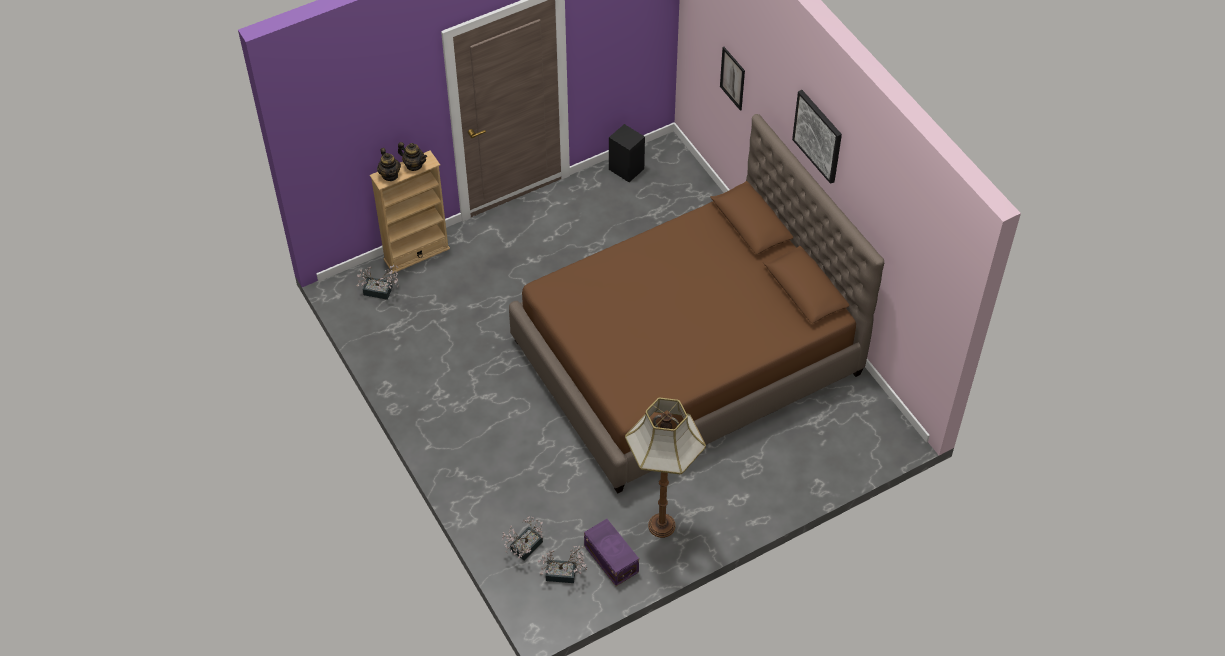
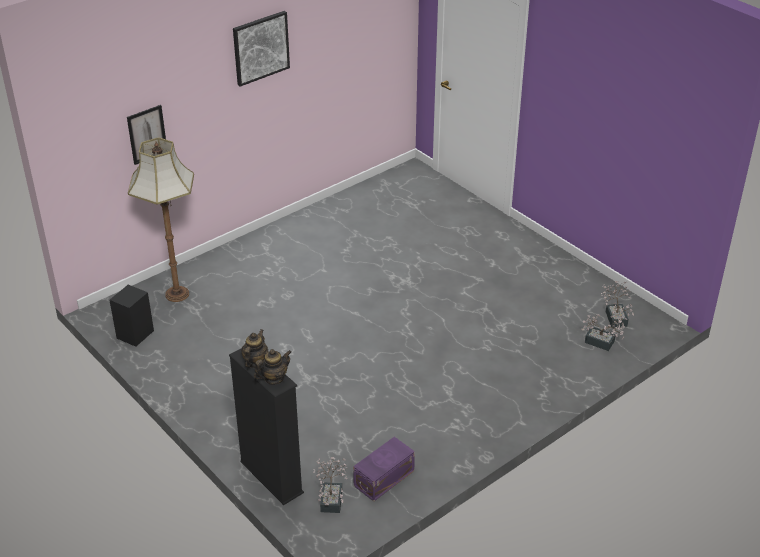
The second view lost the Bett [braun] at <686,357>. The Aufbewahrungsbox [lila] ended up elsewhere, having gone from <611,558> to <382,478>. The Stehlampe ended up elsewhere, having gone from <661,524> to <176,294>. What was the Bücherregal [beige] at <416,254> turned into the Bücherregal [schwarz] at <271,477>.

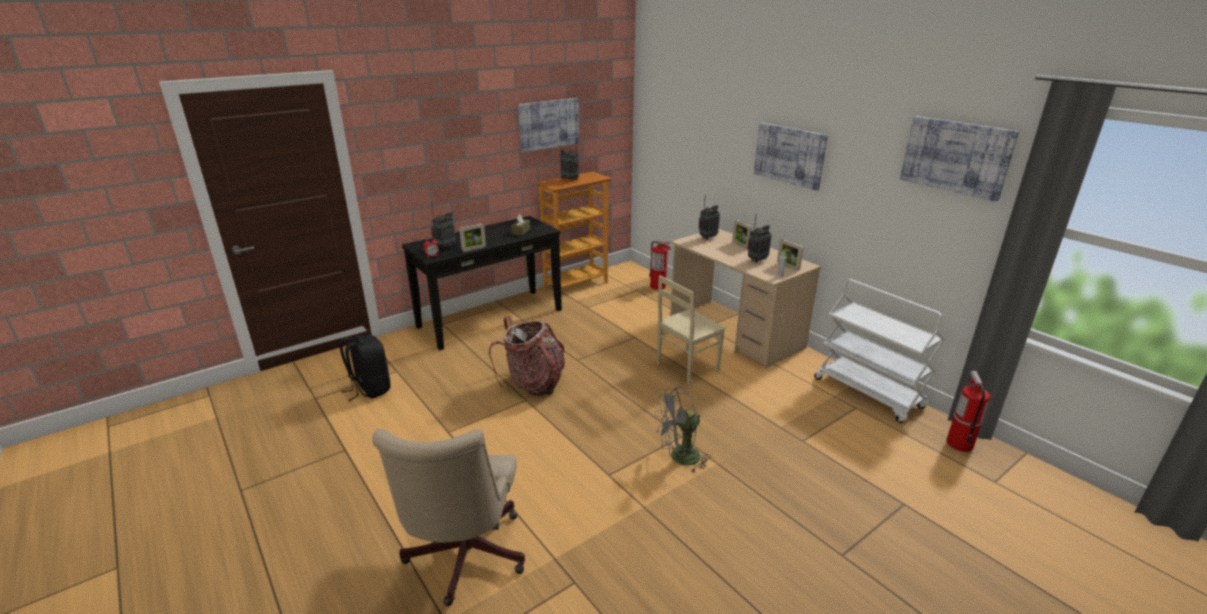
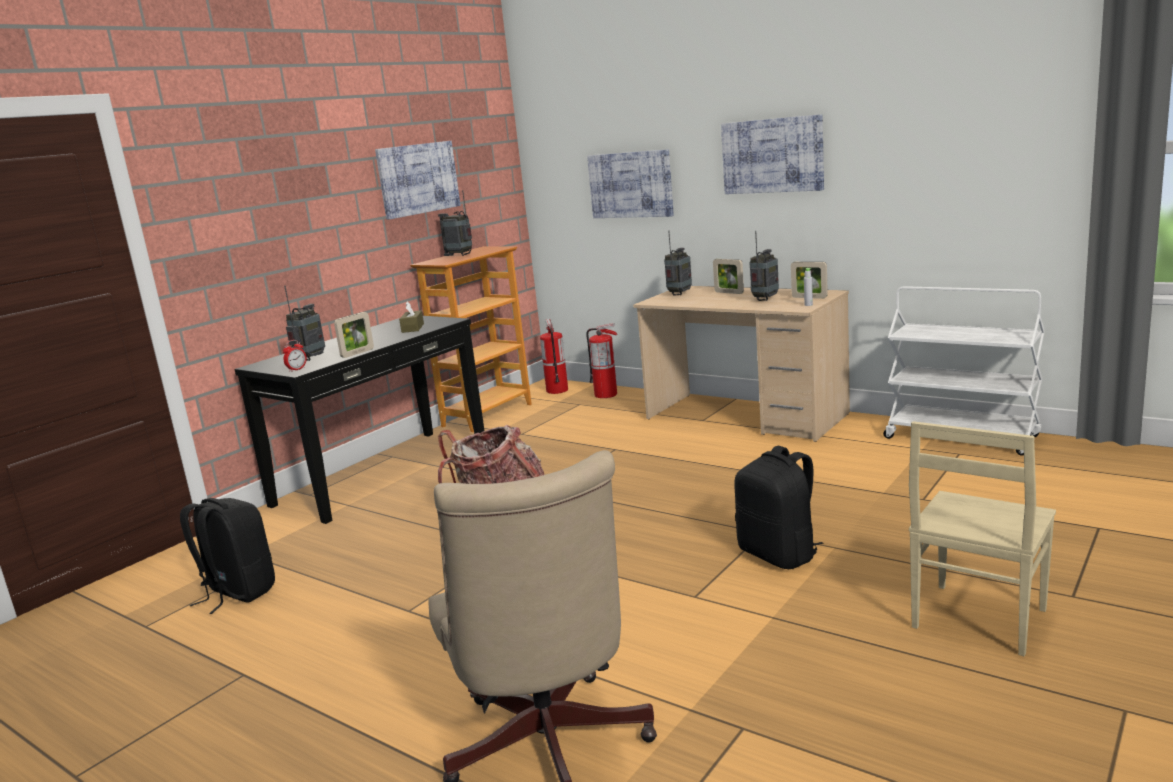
The Stuhl [beige] ended up elsewhere, having gone from <686,367> to <976,619>. The Bild ended up elsewhere, having gone from <956,156> to <630,184>. The Feuerlöscher ended up elsewhere, having gone from <959,444> to <557,390>. Where the Ventilator [grau] stood at <679,458>, the Rucksack [schwarz] came to stand at <779,555>.

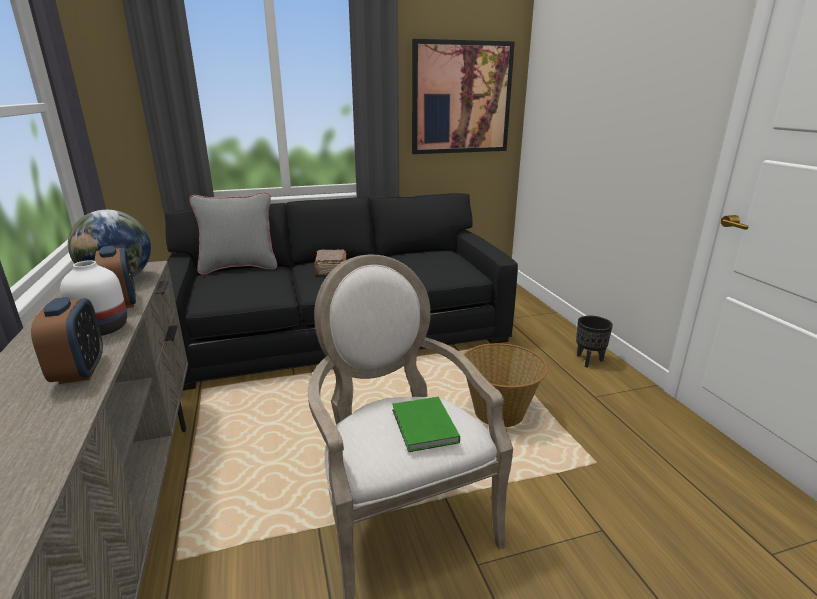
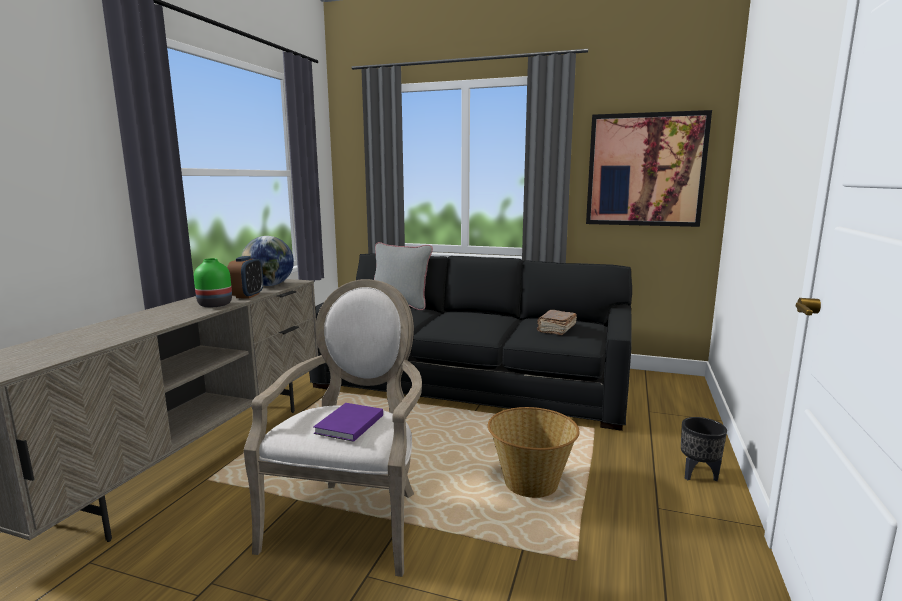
The second view lost the Wecker at <80,371>. The Buch [braun] ended up elsewhere, having gone from <330,269> to <556,329>. What was the Vase [weiß] at <102,328> turned into the Vase [grün] at <216,304>. What was the Buch [grün] at <423,427> turned into the Buch [lila] at <347,425>.

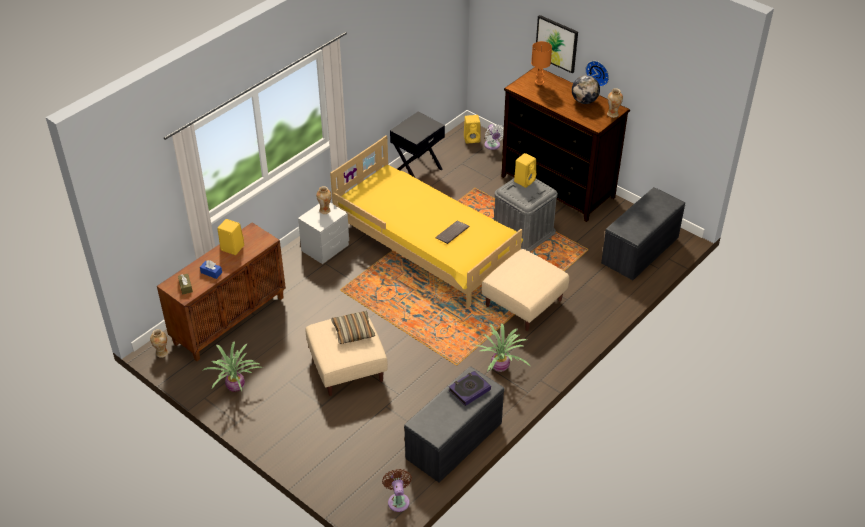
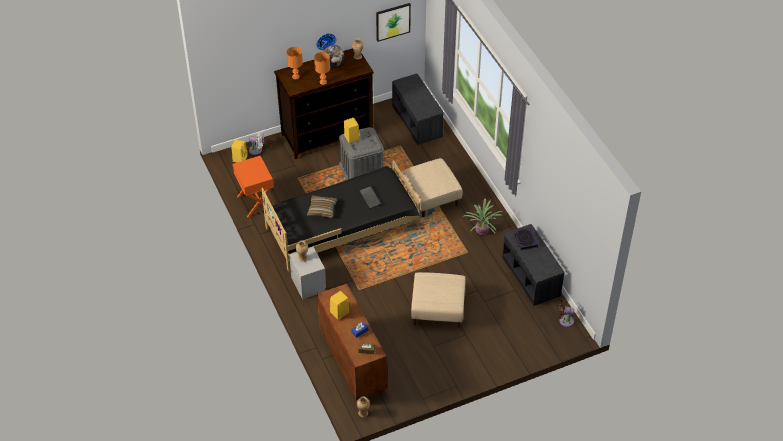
The second view lost the Topfpflanze at <236,386>. The second view gained the Tischlampe [orange] at <323,82>. The Kissen ended up elsewhere, having gone from <353,331> to <322,209>. The Bild ended up elsewhere, having gone from <557,43> to <392,21>. What was the Bett [gelb] at <426,245> turned into the Bett [schwarz] at <342,226>. What was the Nachttisch [schwarz] at <417,170> turned into the Nachttisch [orange] at <255,202>.

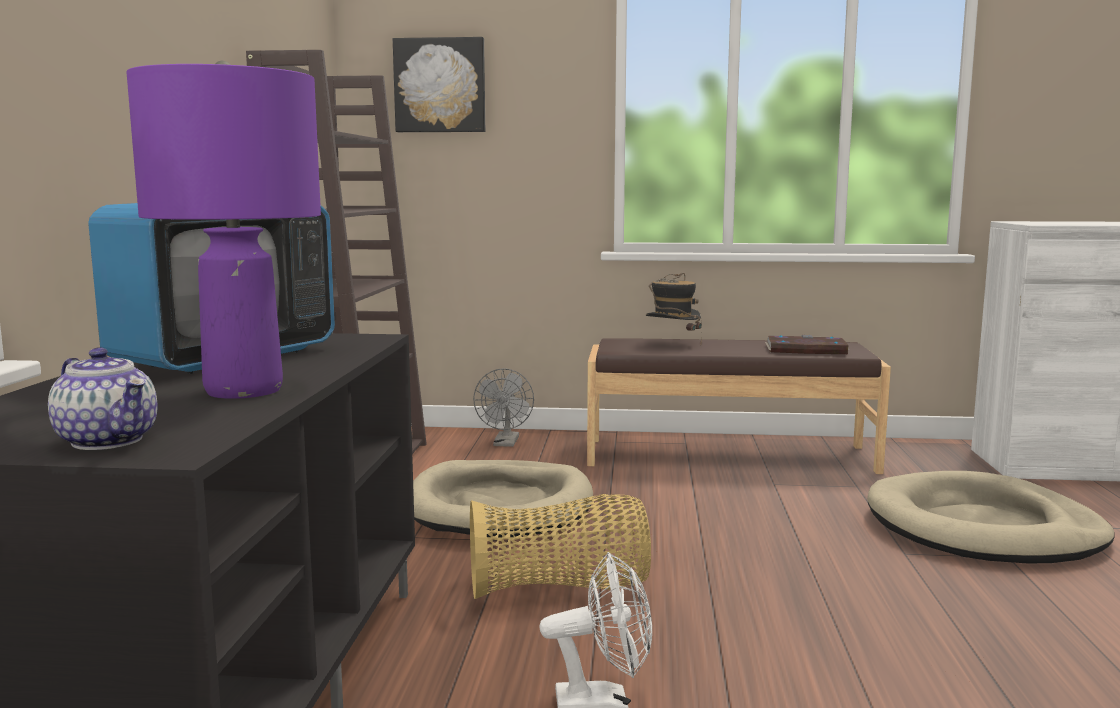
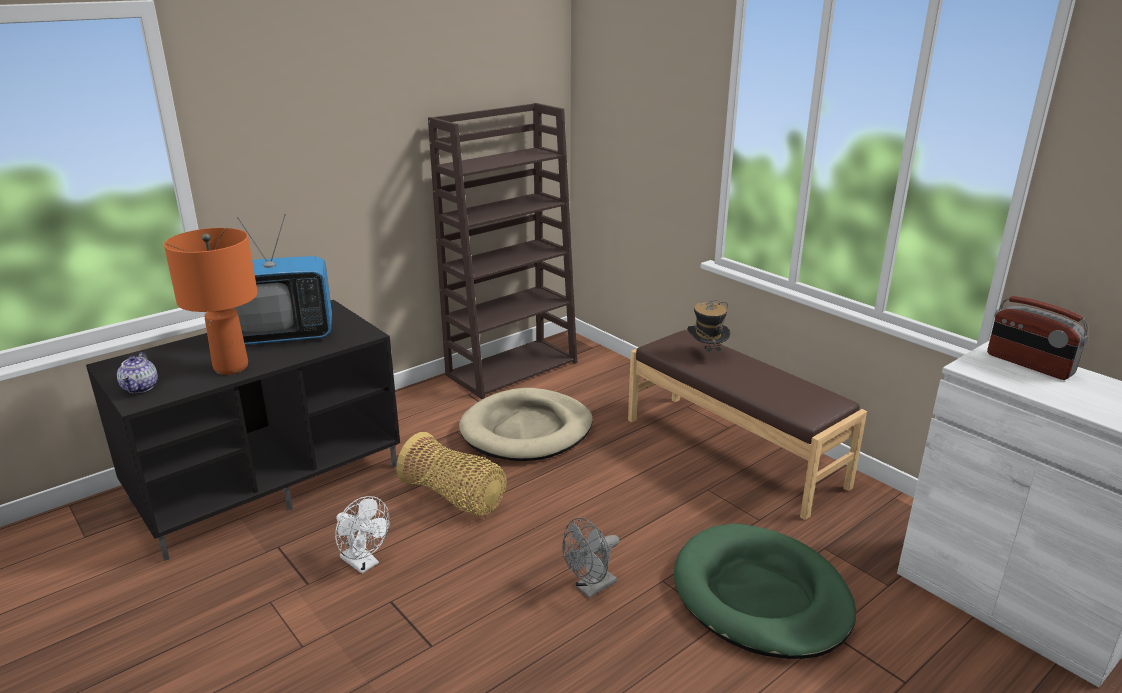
The second view lost the Bild at <440,86>. The second view lost the Buch at <805,350>. The second view gained the Radio at <1029,365>. The Ventilator [grau] ended up elsewhere, having gone from <506,443> to <591,588>. What was the Tischlampe [lila] at <244,390> turned into the Tischlampe [orange] at <231,368>. What was the Hundebett [beige] at <983,528> turned into the Hundebett [grün] at <760,596>.

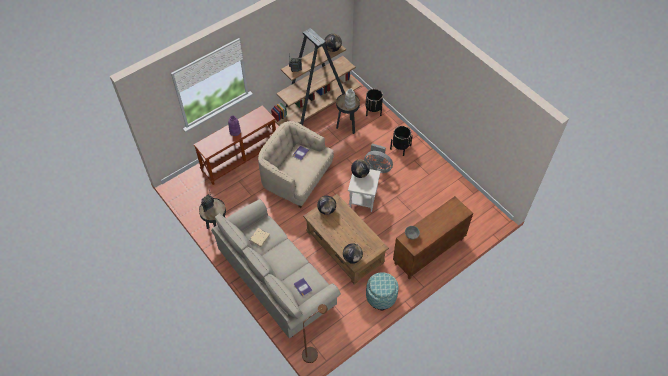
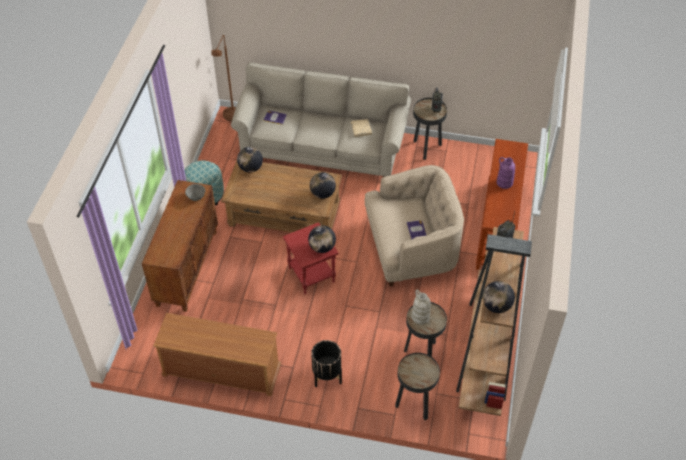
The second view lost the Ventilator [grau] at <377,167>. The second view gained the Fernsehschrank [braun] at <220,370>. Where the Pflanzkübel [schwarz] stood at <373,110>, the Beistelltisch [schwarz] came to stand at <414,405>. What was the Beistelltisch [weiß] at <363,200> turned into the Beistelltisch [rot] at <310,275>.

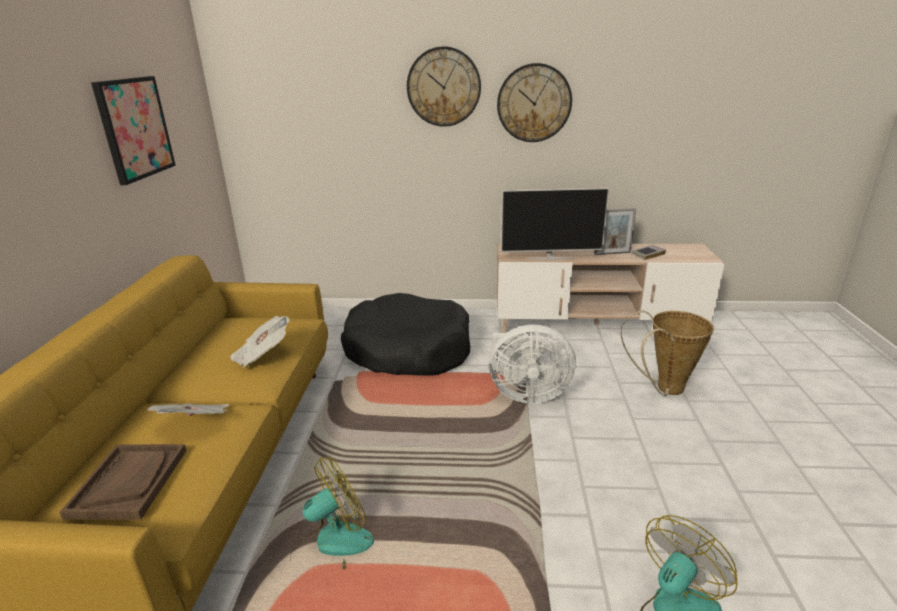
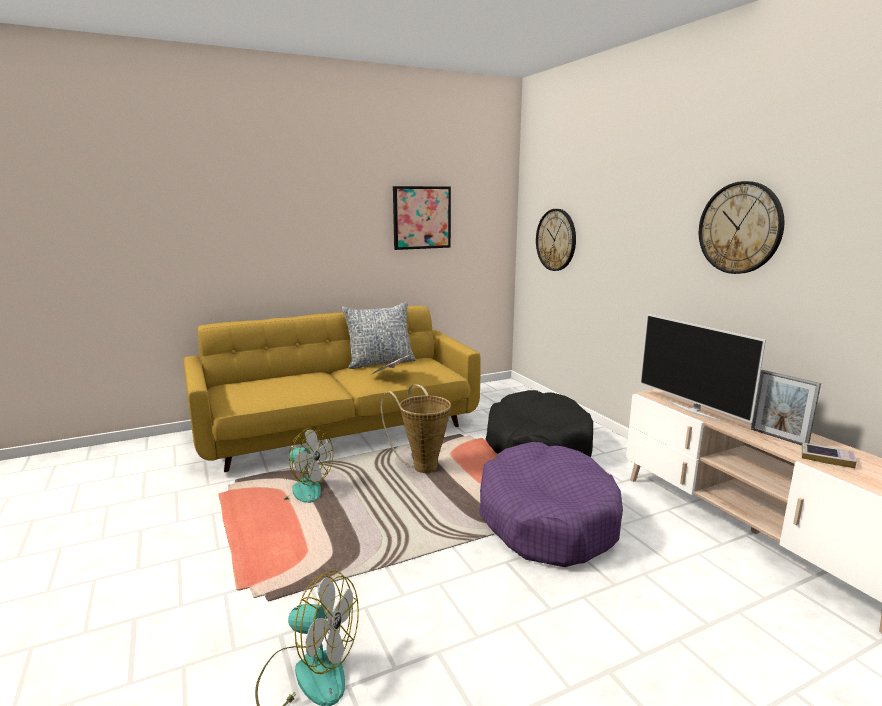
The second view lost the Tablett [braun] at <129,482>. The second view lost the Zeitung at <197,424>. The second view gained the Kissen at <380,363>. The Wanduhr ended up elsewhere, having gone from <443,87> to <556,240>. The Korb ended up elsewhere, having gone from <664,389> to <422,466>. Where the Ventilator [weiß] stood at <526,393>, the Hundebett [lila] came to stand at <546,519>.

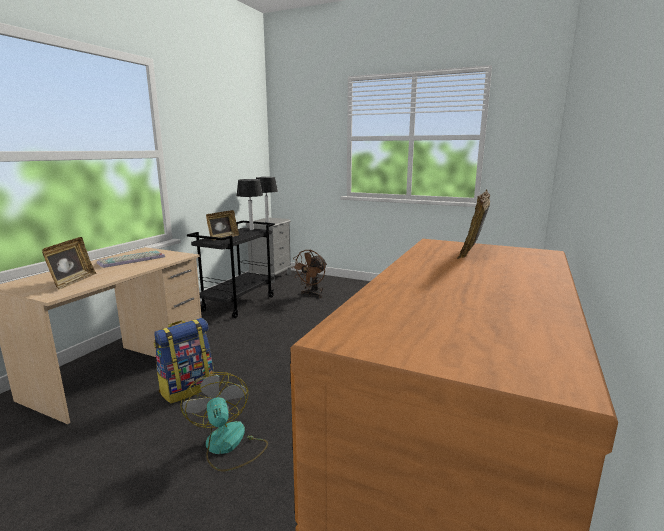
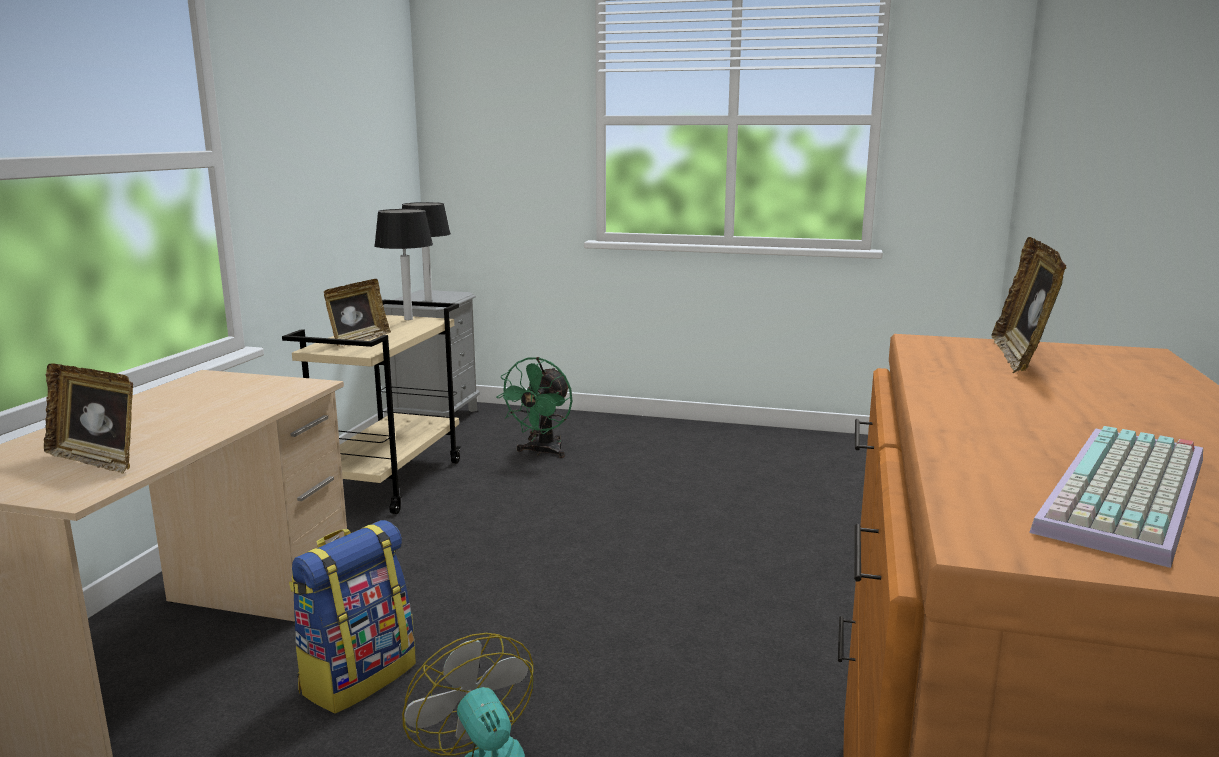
The Tastatur ended up elsewhere, having gone from <131,260> to <1130,495>. What was the Rollwagen [schwarz] at <238,303> turned into the Rollwagen [beige] at <389,481>. What was the Ventilator [braun] at <312,294> turned into the Ventilator [grün] at <542,452>. The Bilderrahmen at <72,282> ended up facing another way, 120 degrees clockwise from before.

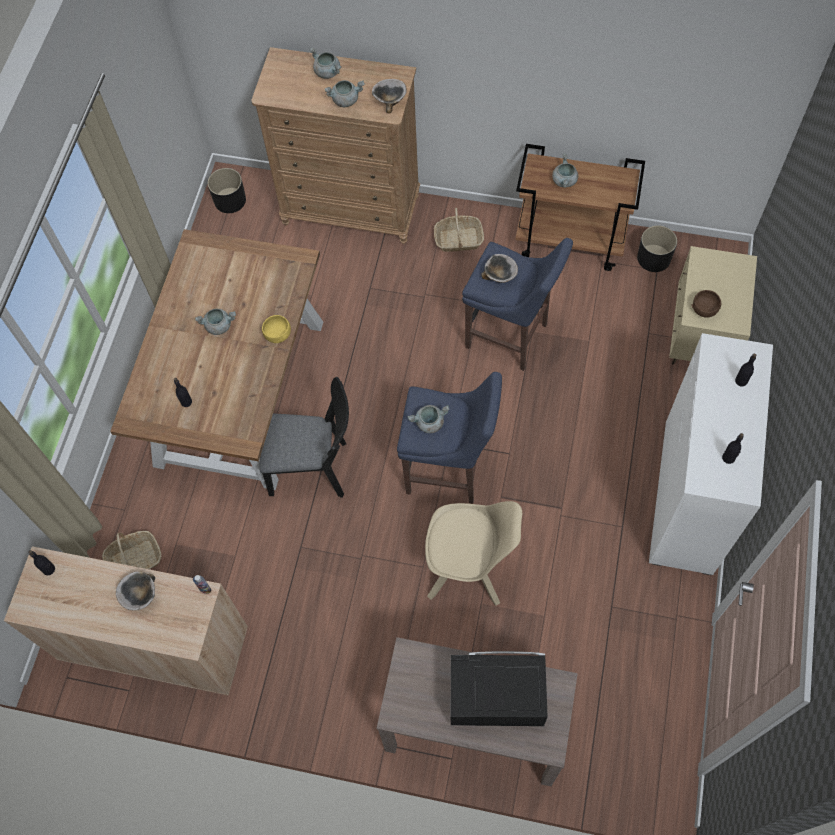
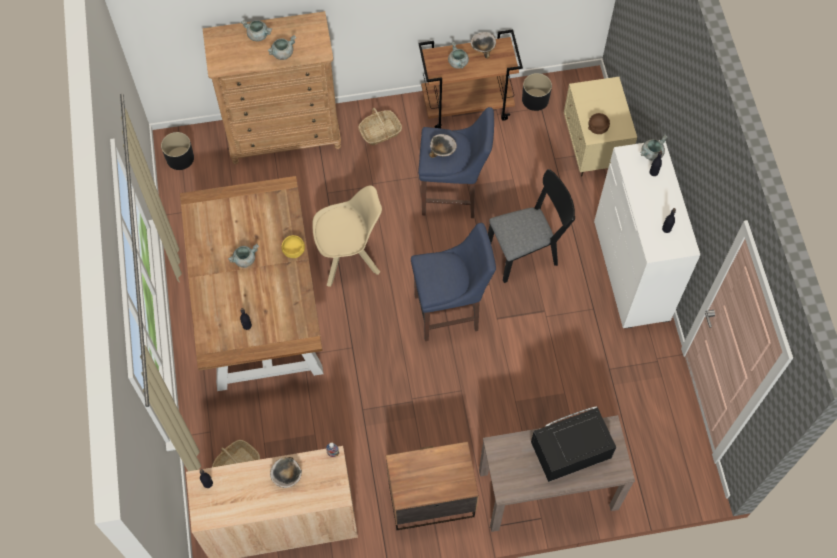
The second view gained the Nachttisch at <430,498>. The Stuhl [schwarz] ended up elsewhere, having gone from <315,469> to <527,252>. The Schüssel ended up elsewhere, having gone from <390,101> to <483,48>. The Kochtopf [grau] ended up elsewhere, having gone from <429,423> to <651,154>. The Stuhl [beige] ended up elsewhere, having gone from <469,568> to <349,257>.

